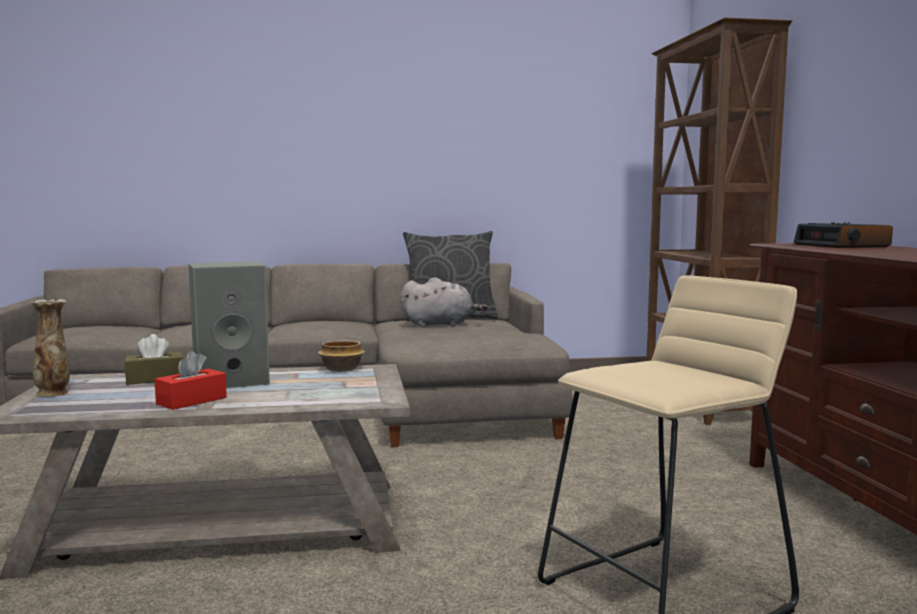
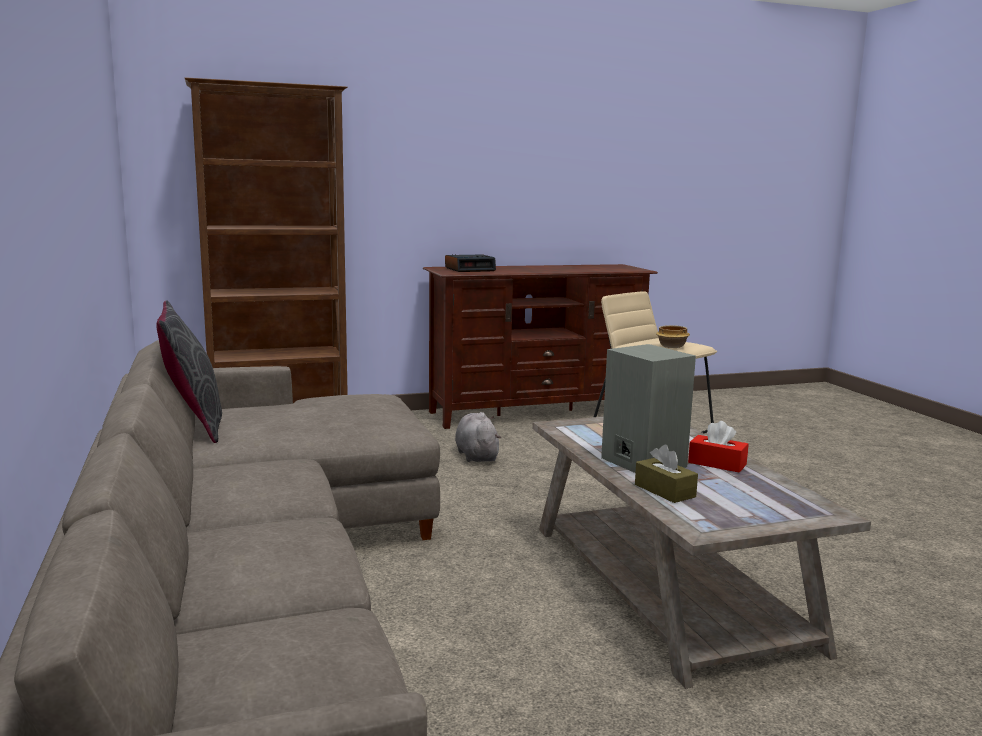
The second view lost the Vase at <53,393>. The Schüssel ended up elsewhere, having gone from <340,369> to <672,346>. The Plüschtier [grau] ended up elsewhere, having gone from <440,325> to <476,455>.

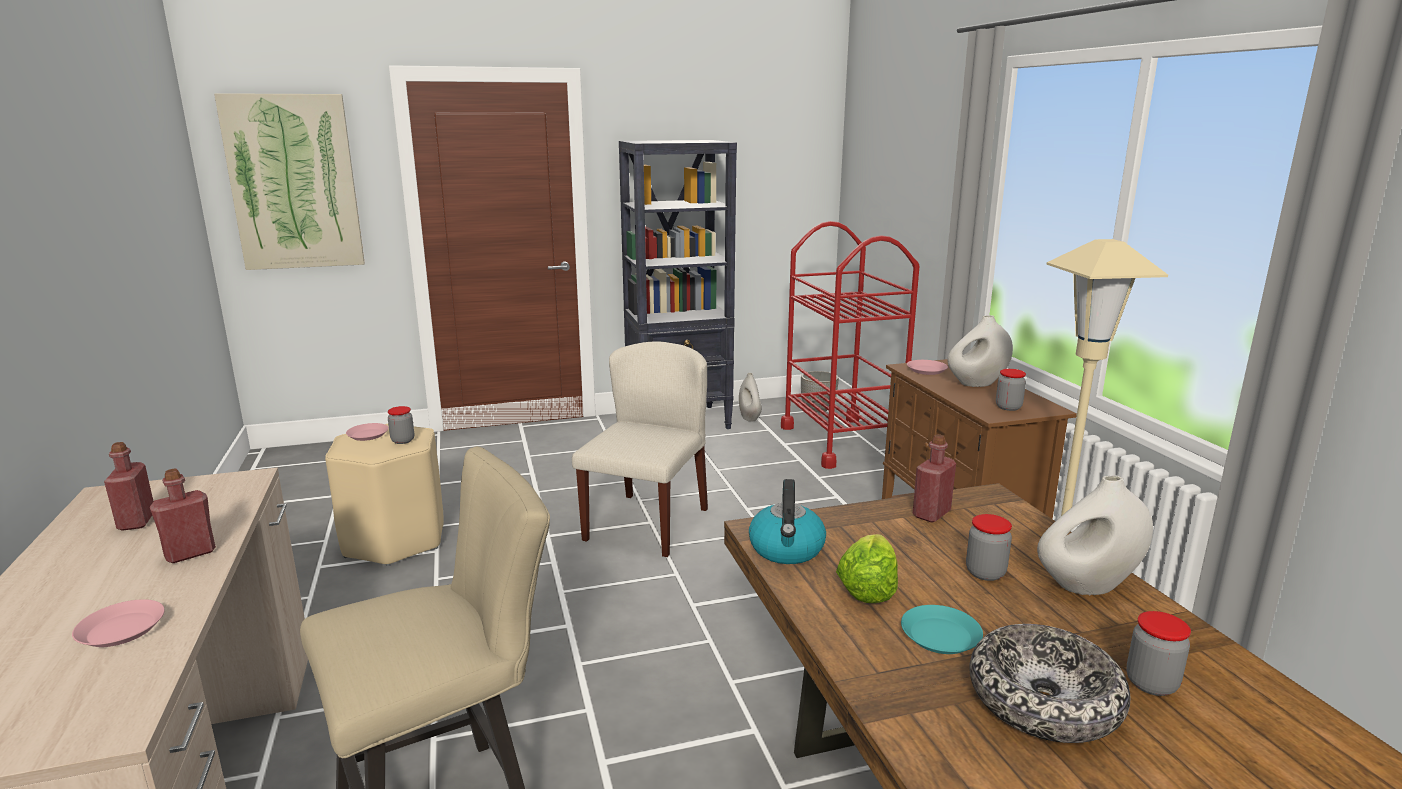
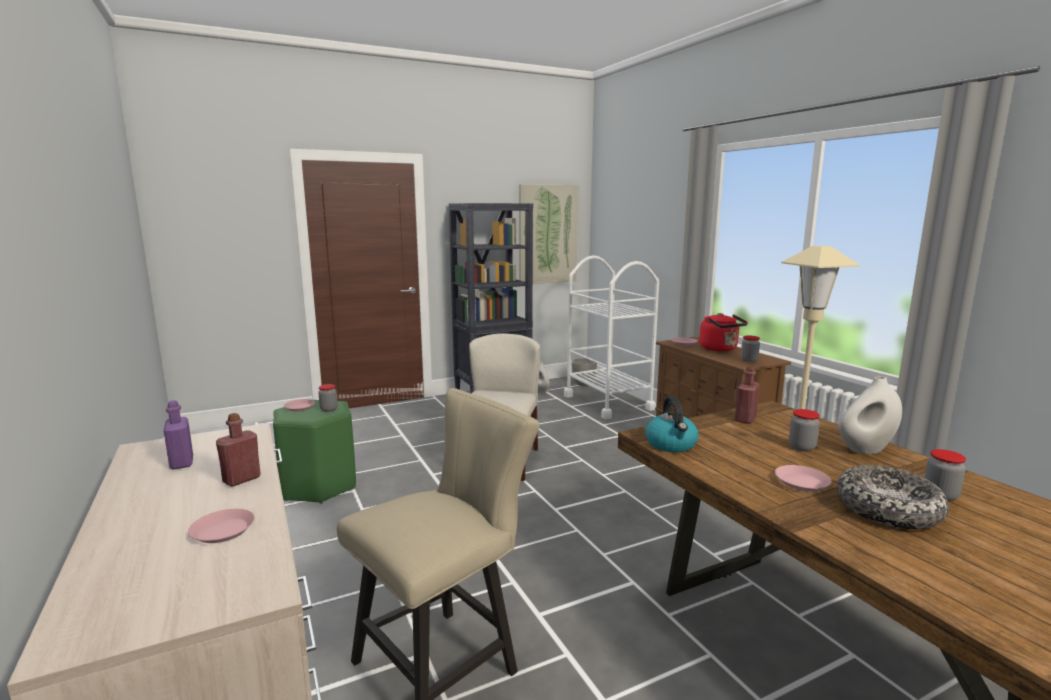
The second view lost the Salatkopf at <867,587>. The Bild ended up elsewhere, having gone from <294,182> to <547,234>. Where the Vase [weiß] stood at <976,384>, the Wasserkessel [rot] came to stand at <720,349>. What was the Flasche [rot] at <137,521> turned into the Flasche [lila] at <182,463>. What was the Hocker [beige] at <394,540> turned into the Hocker [grün] at <318,486>. What was the Rollwagen [rot] at <841,442> turned into the Rollwagen [weiß] at <608,402>. What was the Teller [türkis] at <940,635> turned into the Teller [rosa] at <801,482>.

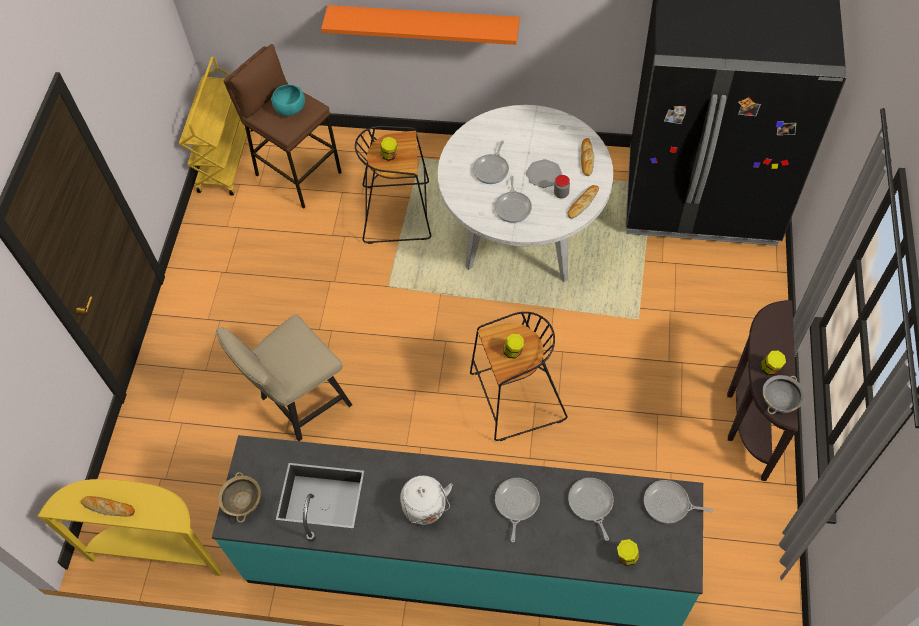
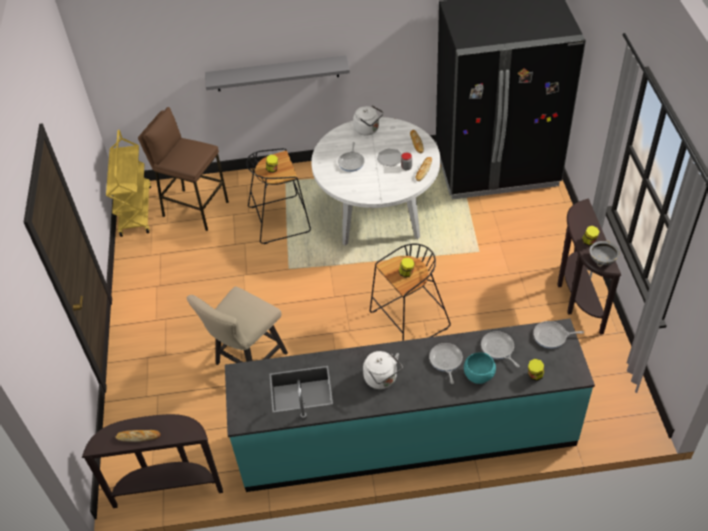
The second view lost the Schüssel [beige] at <243,502>. The second view lost the Pfanne at <513,207>. The second view gained the Wasserkessel [weiß] at <368,129>. The Schüssel [türkis] ended up elsewhere, having gone from <290,108> to <478,374>. What was the Konsolentisch [gelb] at <159,550> turned into the Konsolentisch [braun] at <168,487>. What was the Wandregal [orange] at <423,23> turned into the Wandregal [grau] at <277,73>.

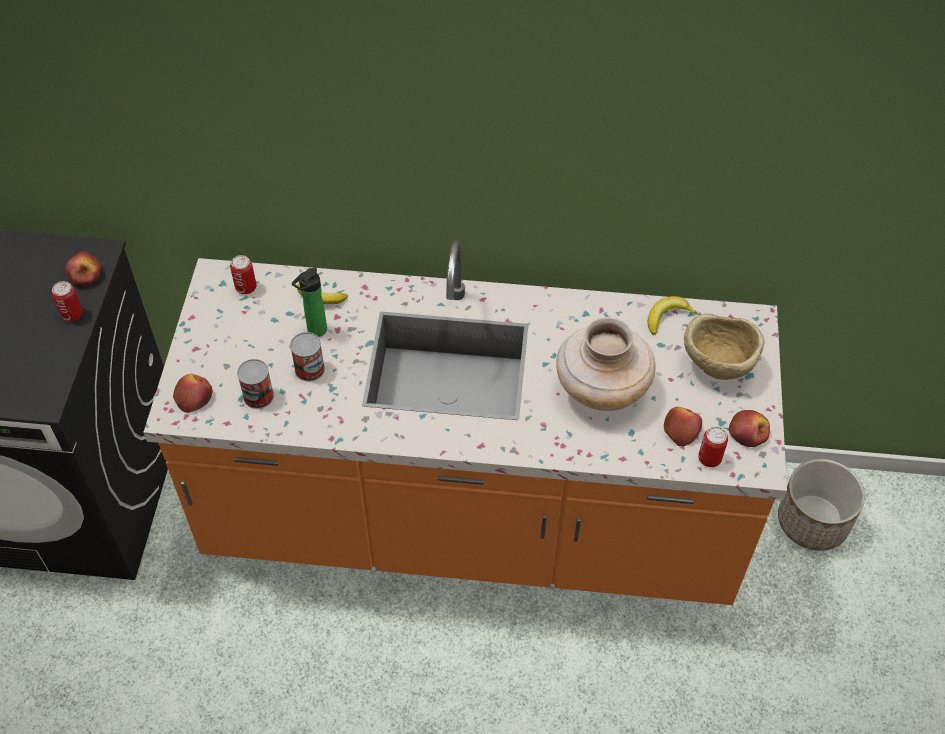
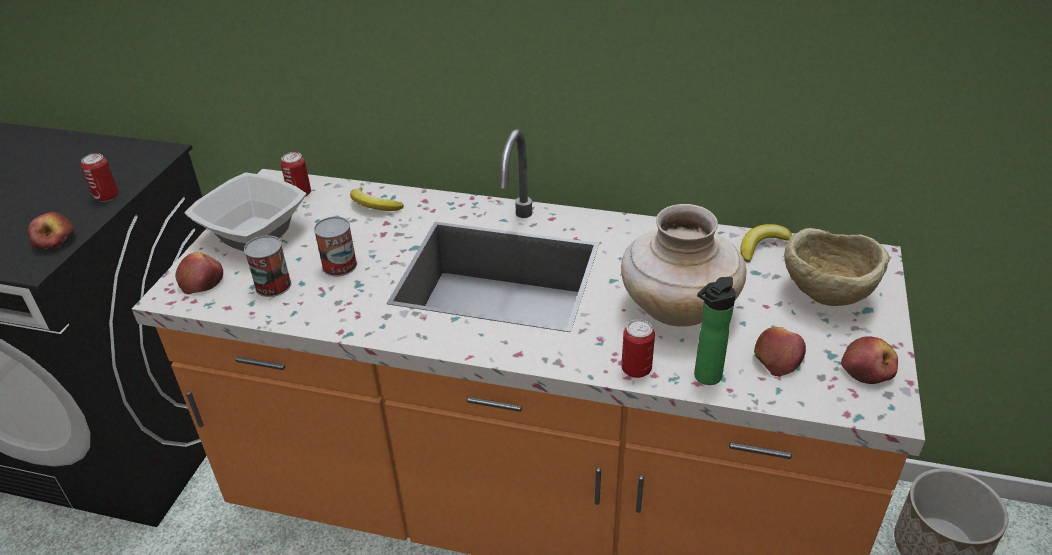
The second view gained the Schüssel at <256,234>. The Apfel ended up elsewhere, having gone from <86,274> to <56,240>. The Flasche ended up elsewhere, having gone from <315,331> to <705,378>. The Dose ended up elsewhere, having gone from <709,458> to <636,369>.

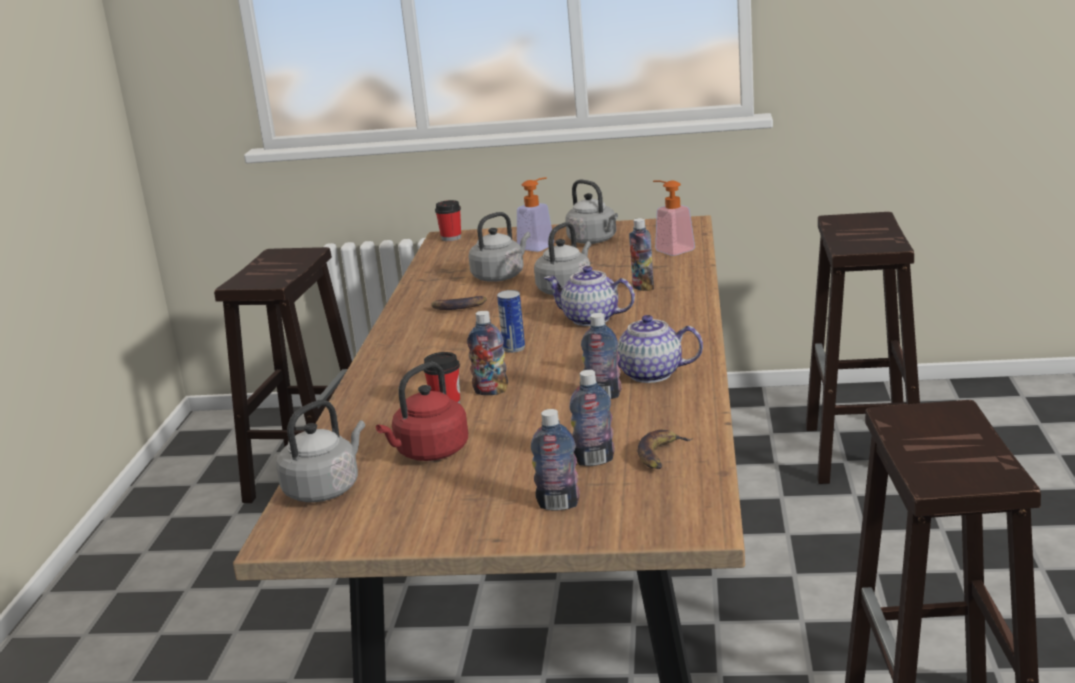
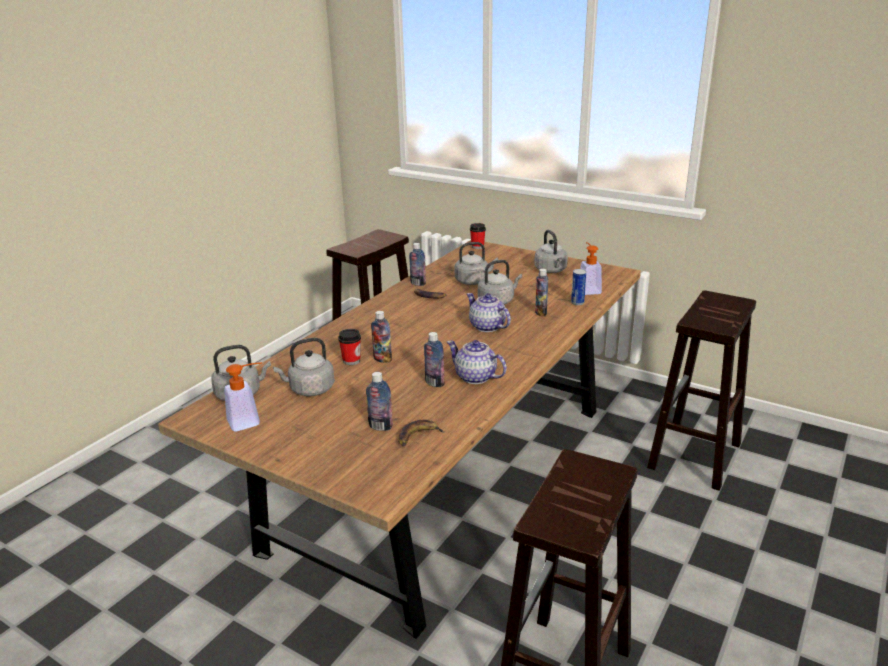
The Dose ended up elsewhere, having gone from <514,348> to <577,303>. The Seifenspender ended up elsewhere, having gone from <539,245> to <250,421>. The Flasche ended up elsewhere, having gone from <558,505> to <418,283>. What was the Wasserkessel [rot] at <429,453> turned into the Wasserkessel [grau] at <309,389>.

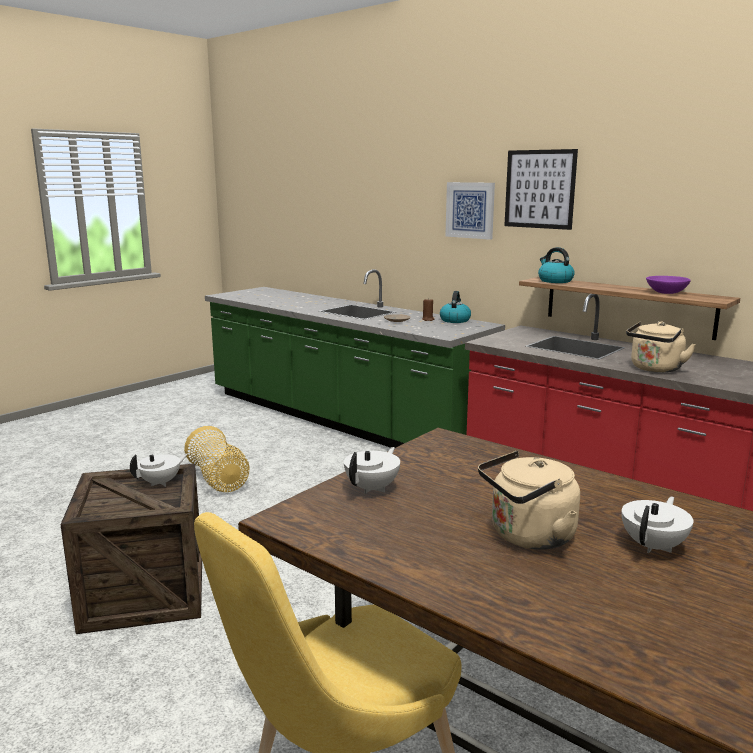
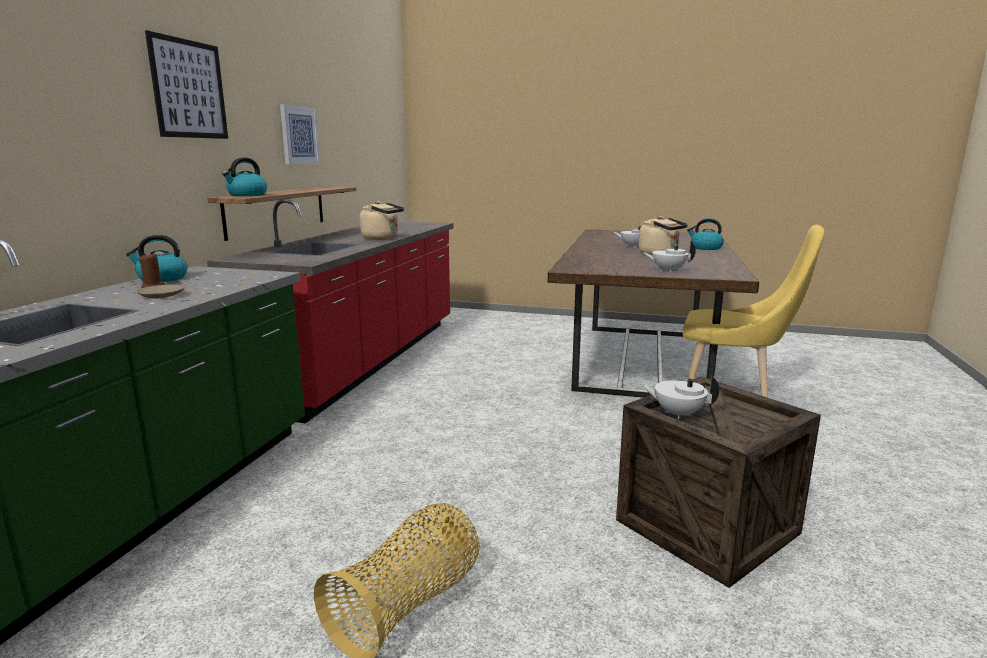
The second view lost the Schüssel [lila] at <666,292>. The second view gained the Wasserkessel at <705,248>. The Bild ended up elsewhere, having gone from <470,210> to <299,135>.

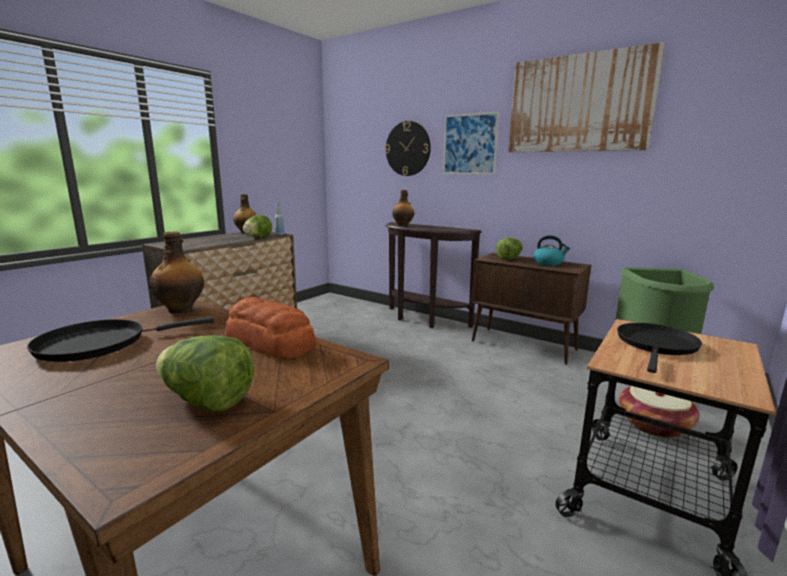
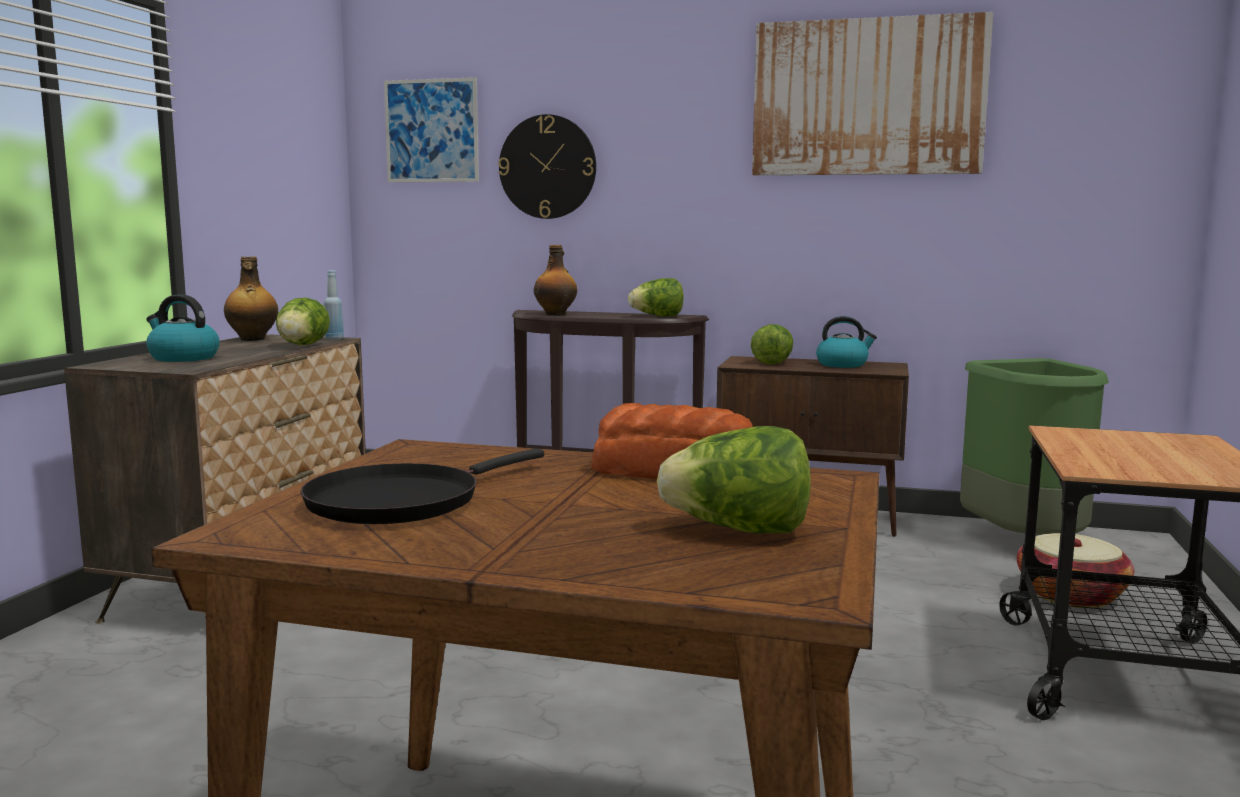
The second view lost the Flasche at <181,309>. The second view lost the Pfanne [schwarz] at <656,345>. The second view gained the Wasserkessel at <182,358>. The second view gained the Salatkopf at <657,316>. The Bild ended up elsewhere, having gone from <470,144> to <431,131>.

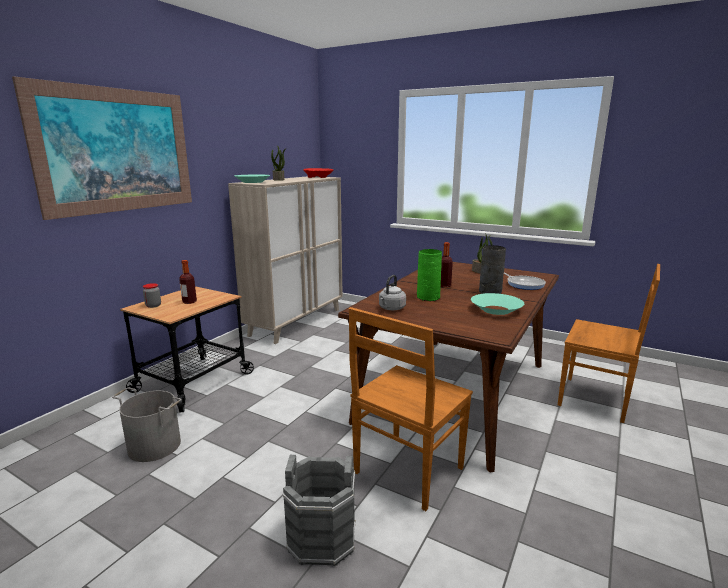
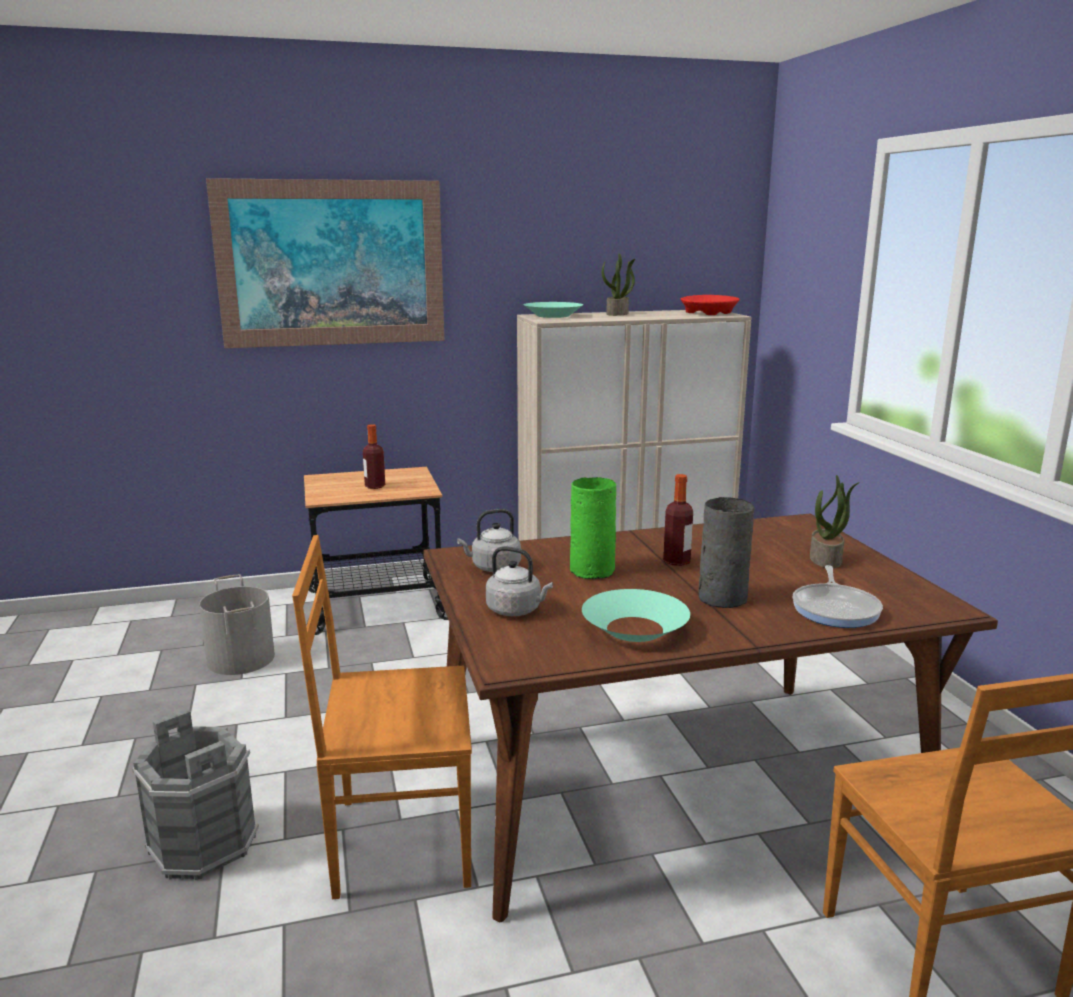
The second view lost the Vorratsglas at <153,305>. The second view gained the Wasserkessel [grau] at <516,610>.

